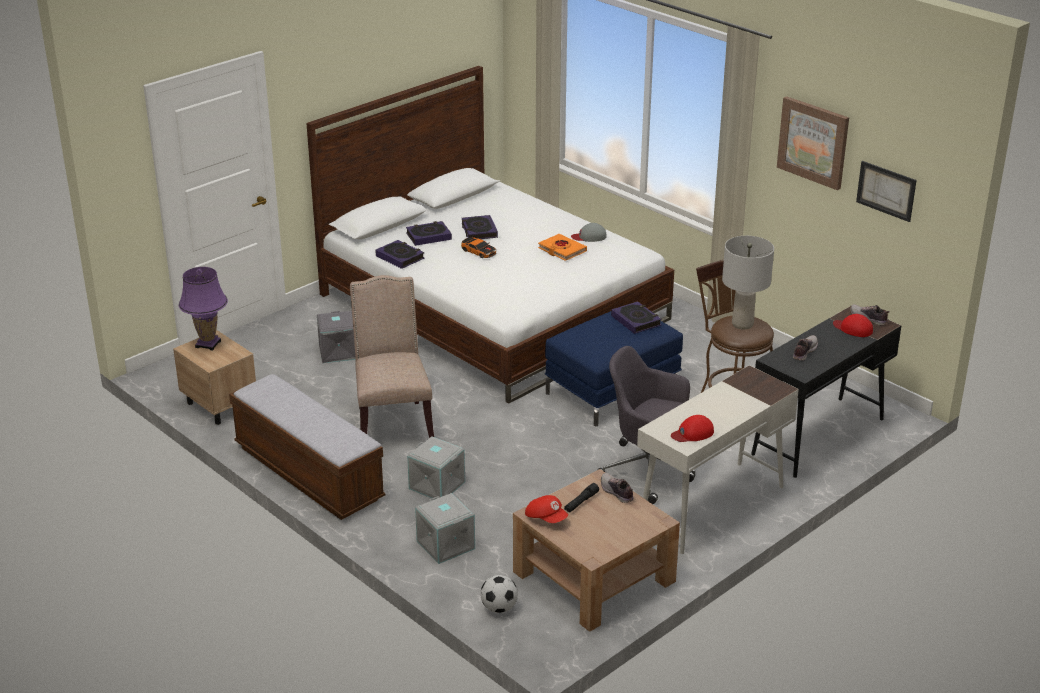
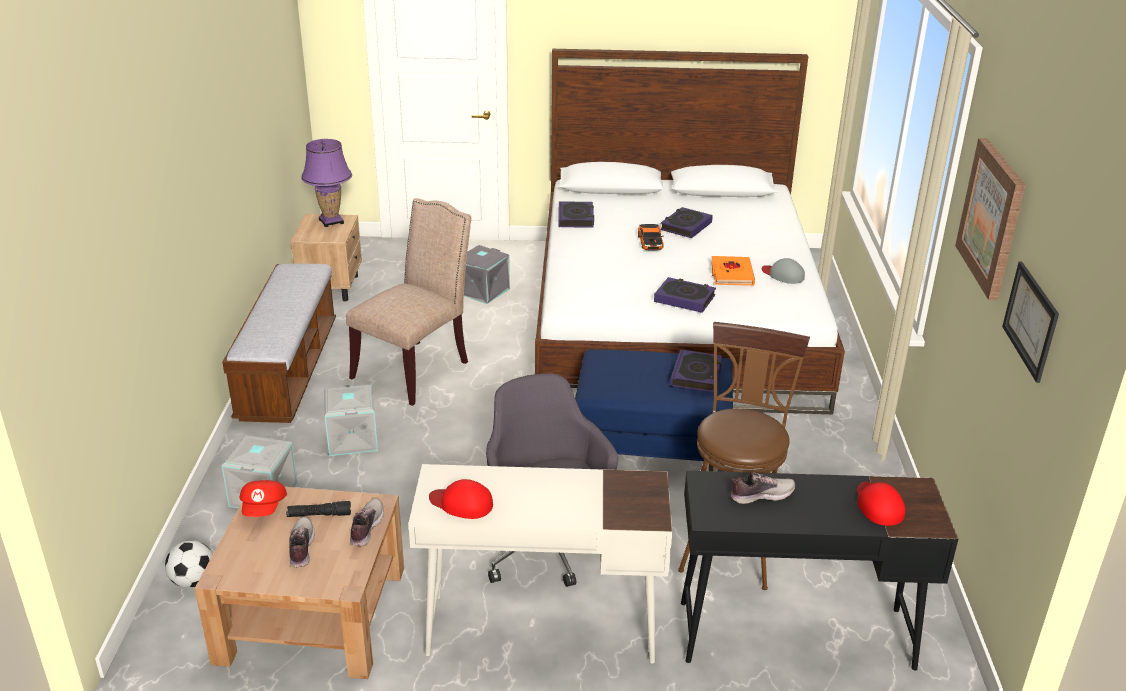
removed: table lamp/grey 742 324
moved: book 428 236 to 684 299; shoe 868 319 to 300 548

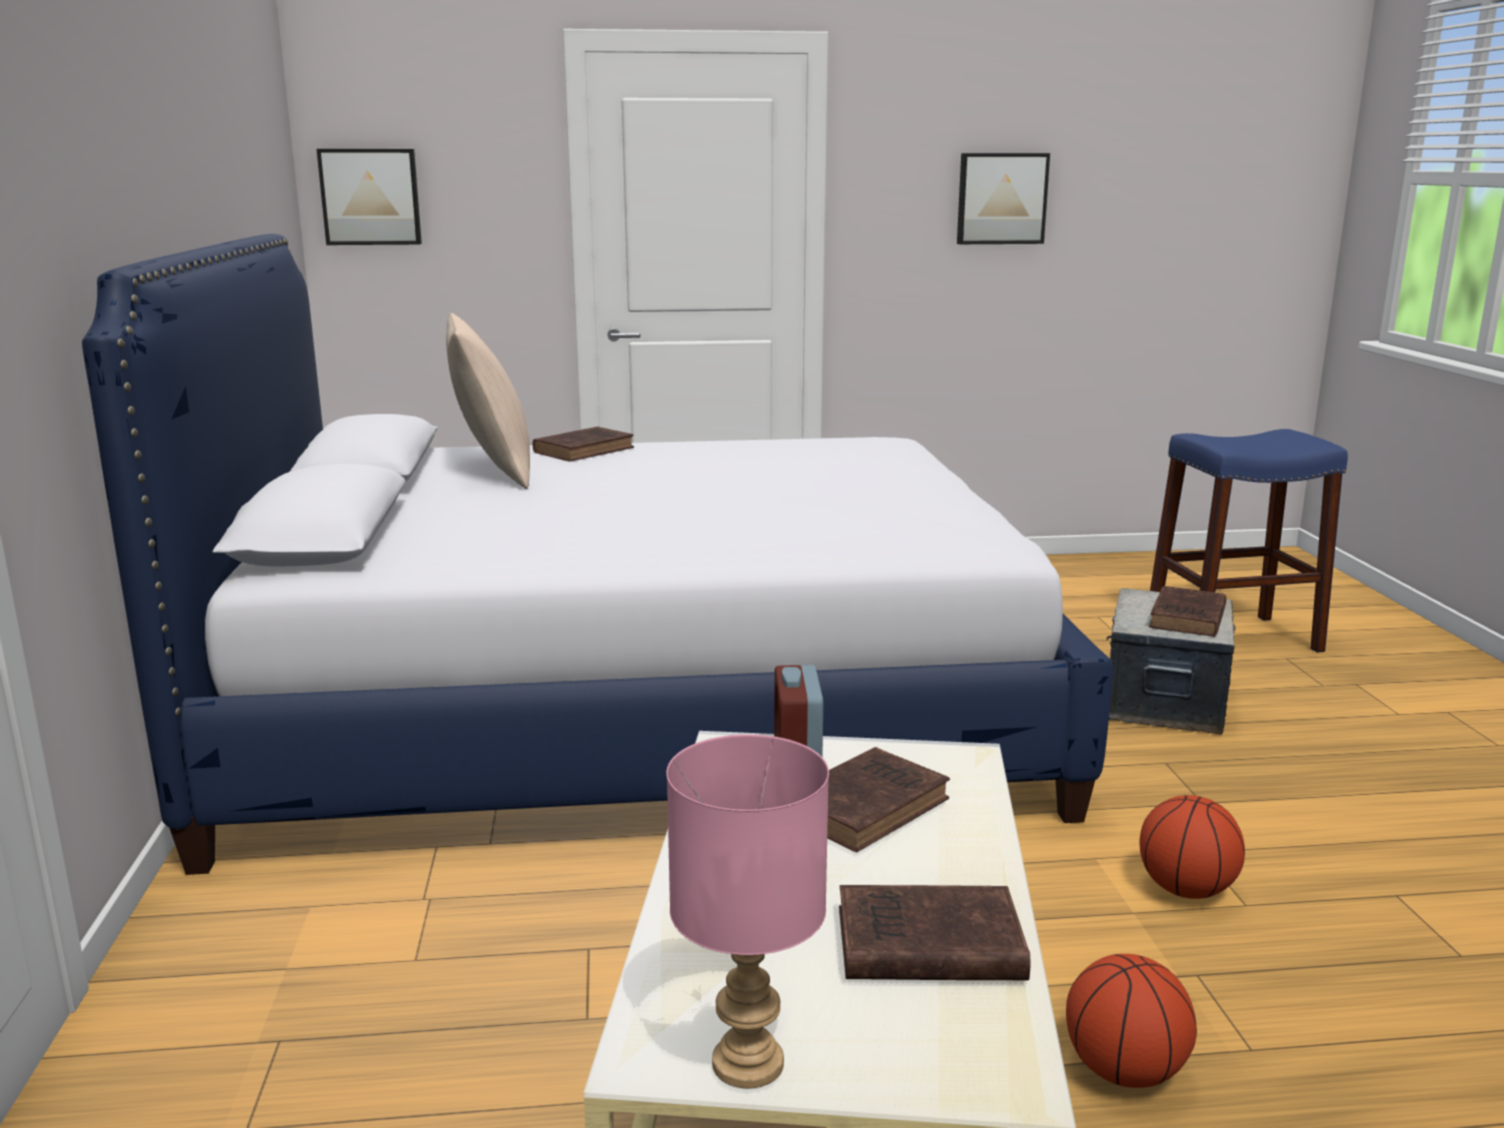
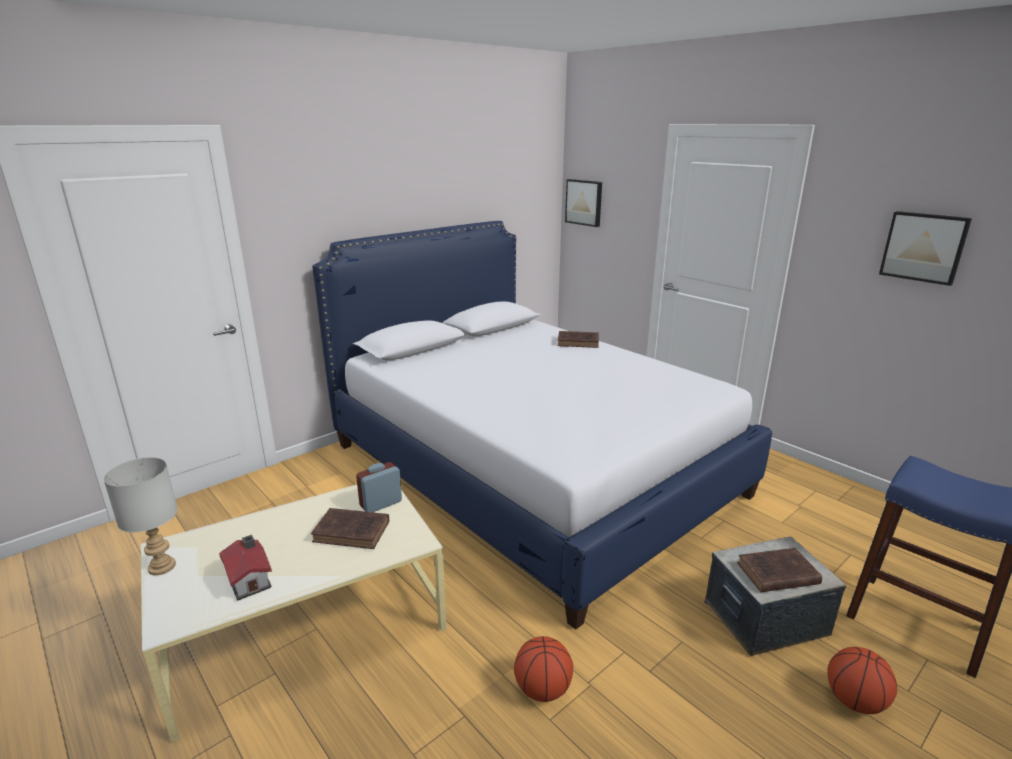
removed: pillow/beige 493 471
moved: basketball 1124 1071 to 854 701
replaced: book/brown 923 944 to toy house 250 579
recoloured: table lamp/pink 745 1062 to table lamp/grey 162 566

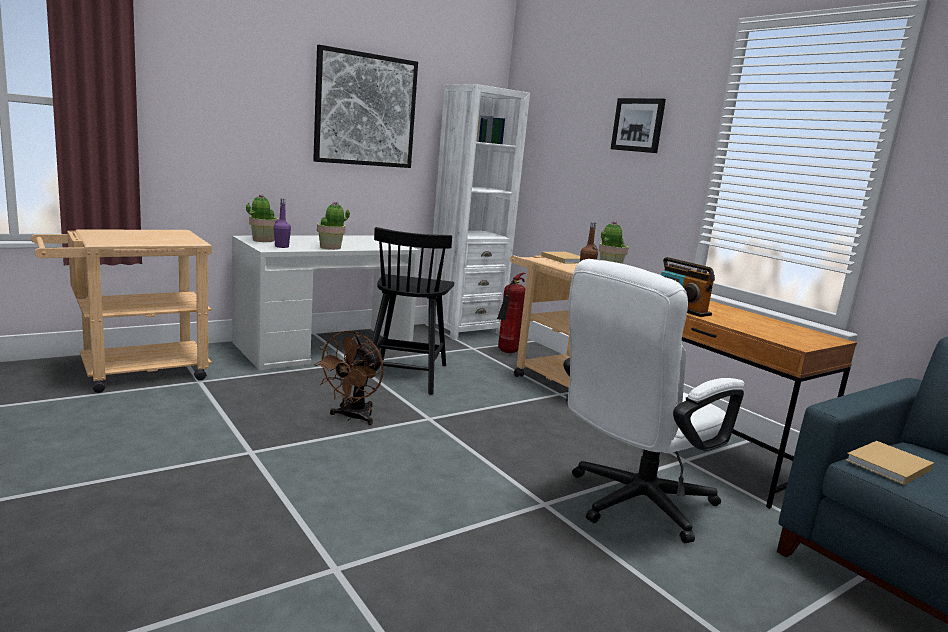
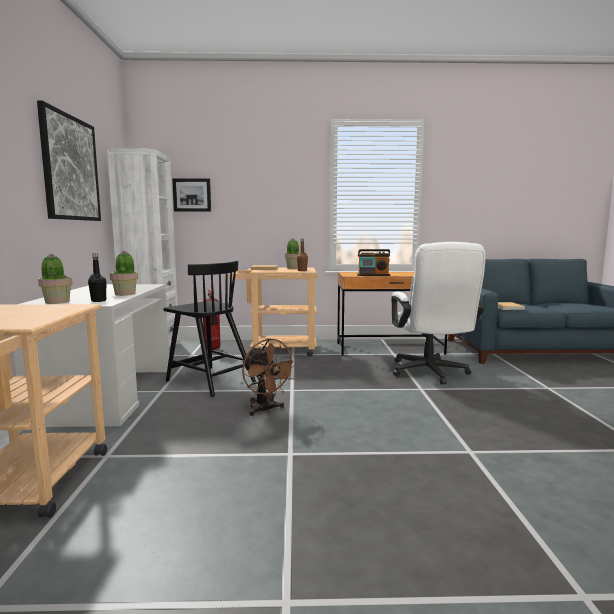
moved: picture 638 125 to 192 195
recoloured: bottle/purple 281 246 to bottle/black 98 301

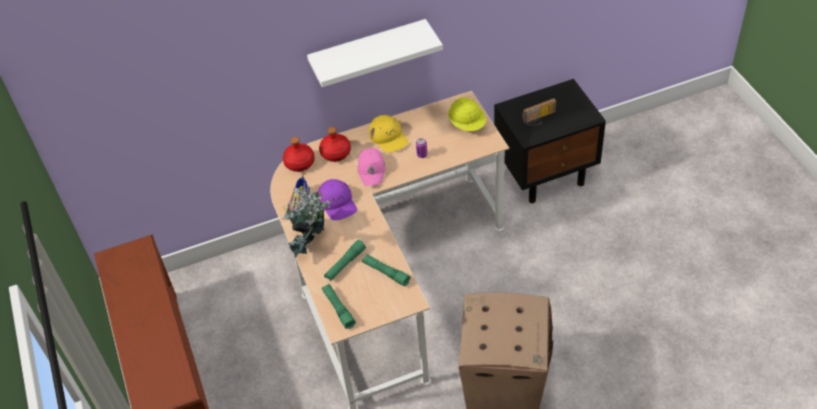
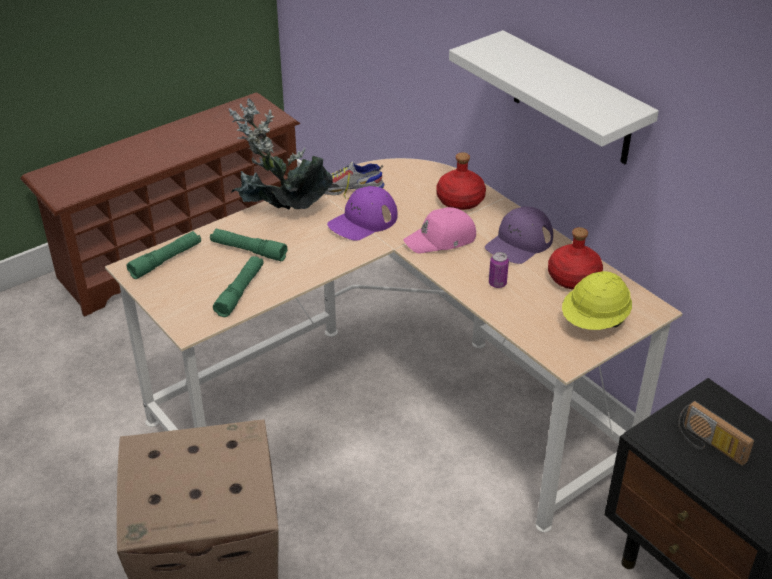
moved: bottle/red 300 163 to 573 278
recoloured: cap/yellow 388 137 to cap/purple 519 242

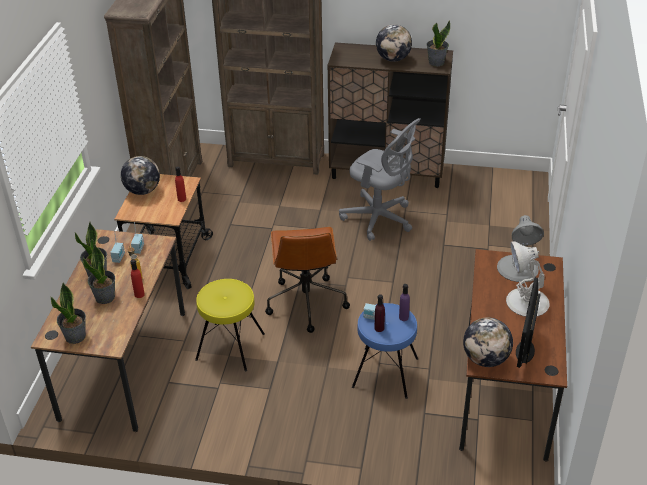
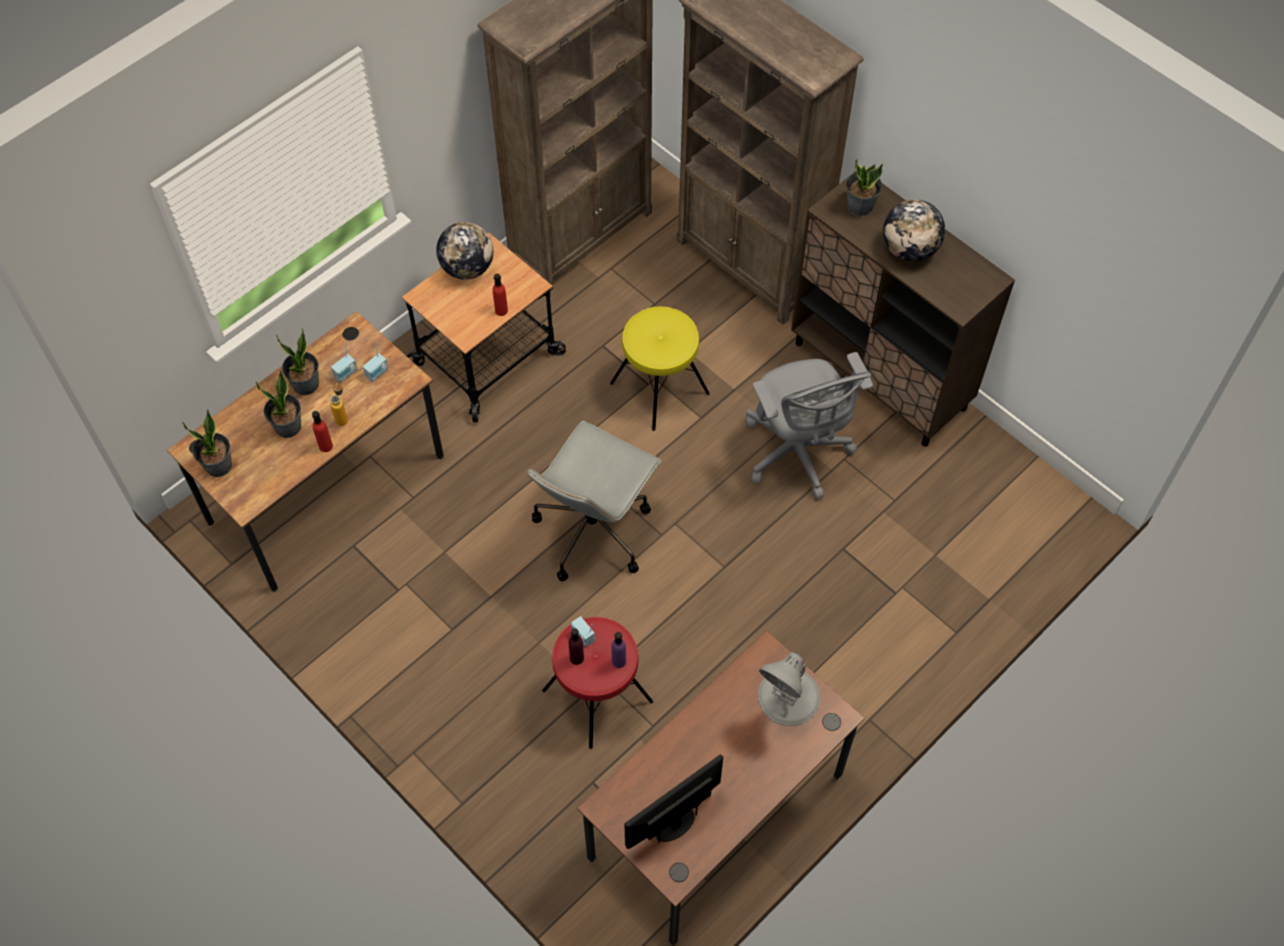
removed: globe 485 359; table lamp/white 526 302
moved: stool/yellow 230 347 to 659 389; potted plant 436 62 to 860 205
recoloured: office chair/brown 306 302 to office chair/grey 593 530; stool/blue 385 372 to stool/red 597 695

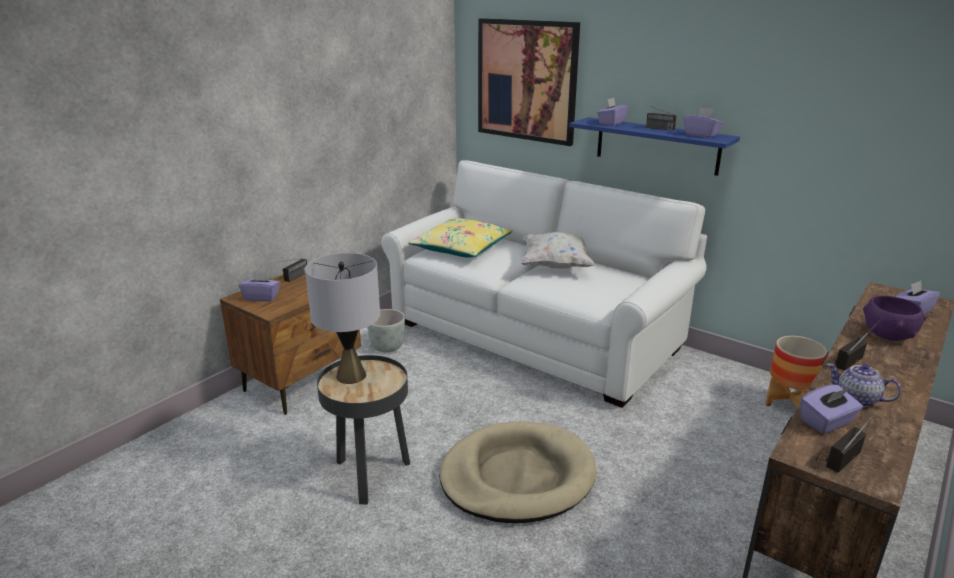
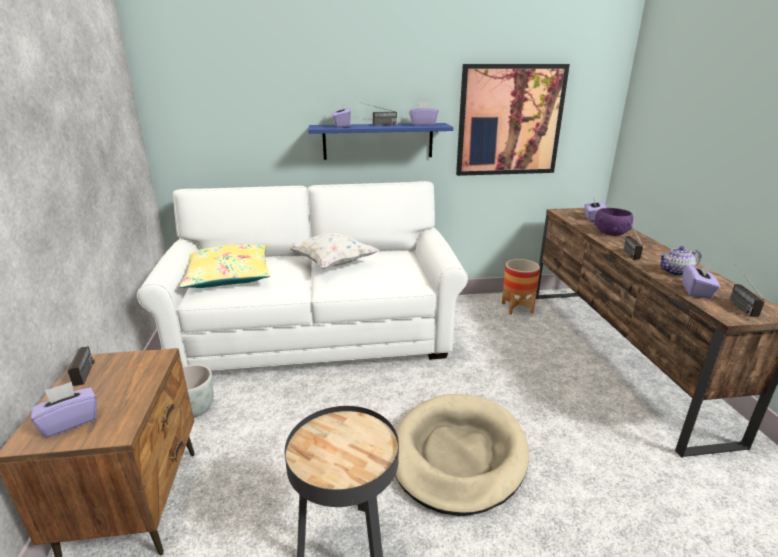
removed: table lamp/grey 351 376
moved: picture 526 81 to 509 121

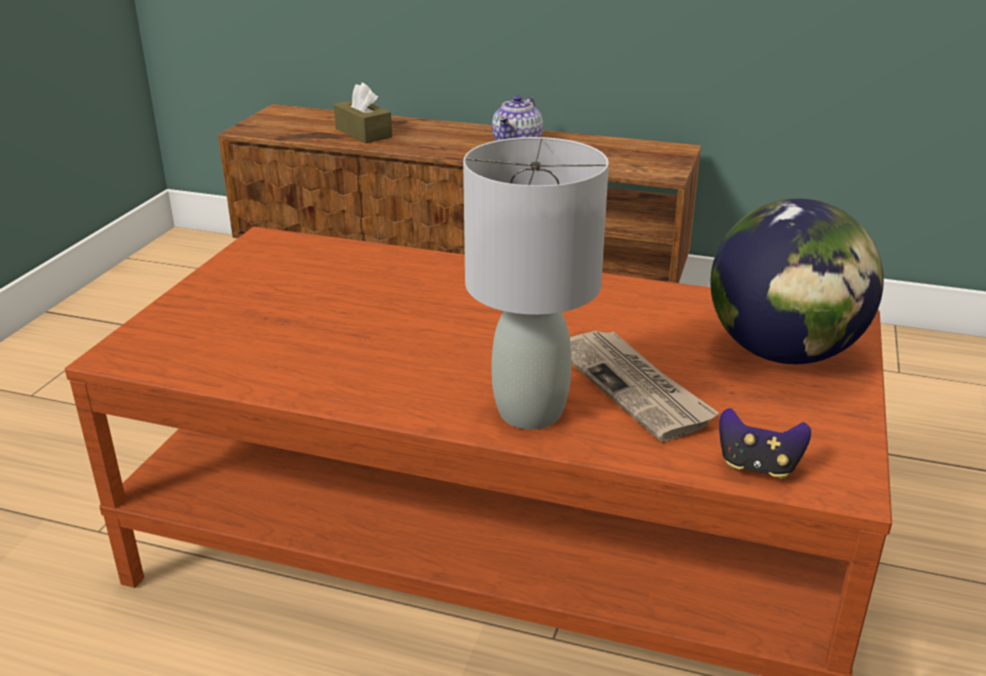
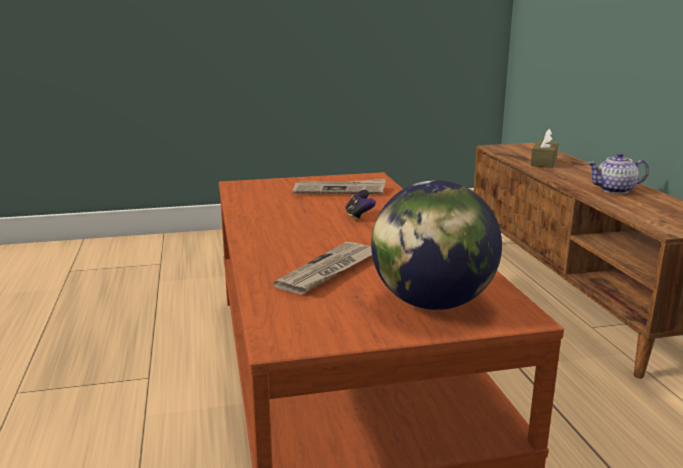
removed: table lamp/grey 529 412
added: newspaper 340 190
moved: game controller 757 466 to 359 216

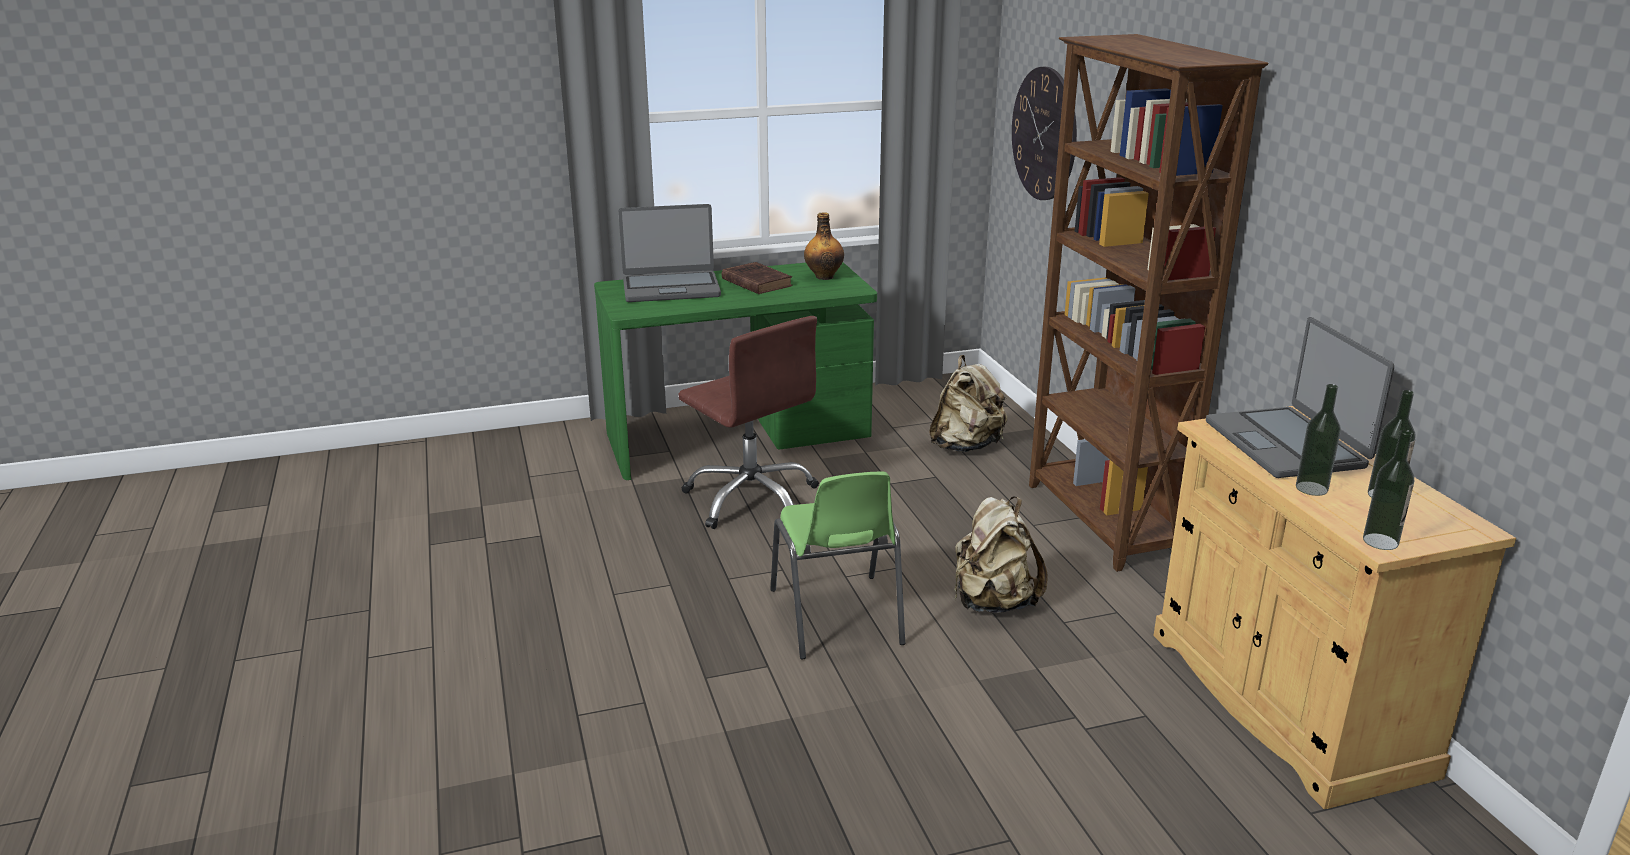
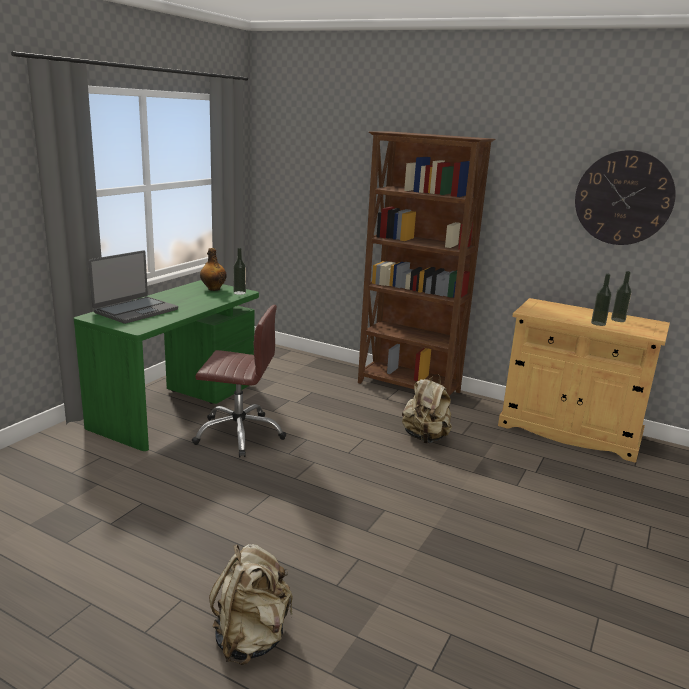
removed: book/brown 755 282; chair/green 836 618; laptop 1286 444
moved: backpack/beige 966 446 to 251 638; wall clock 1044 134 to 623 198; bottle 1380 541 to 239 293

